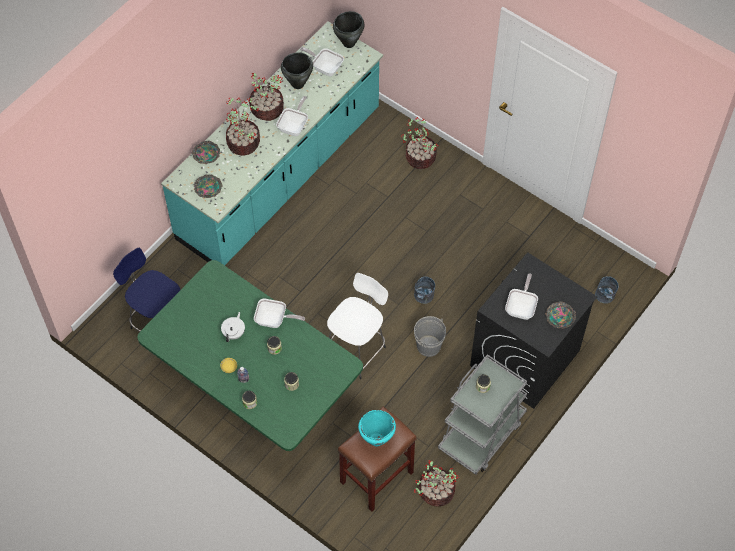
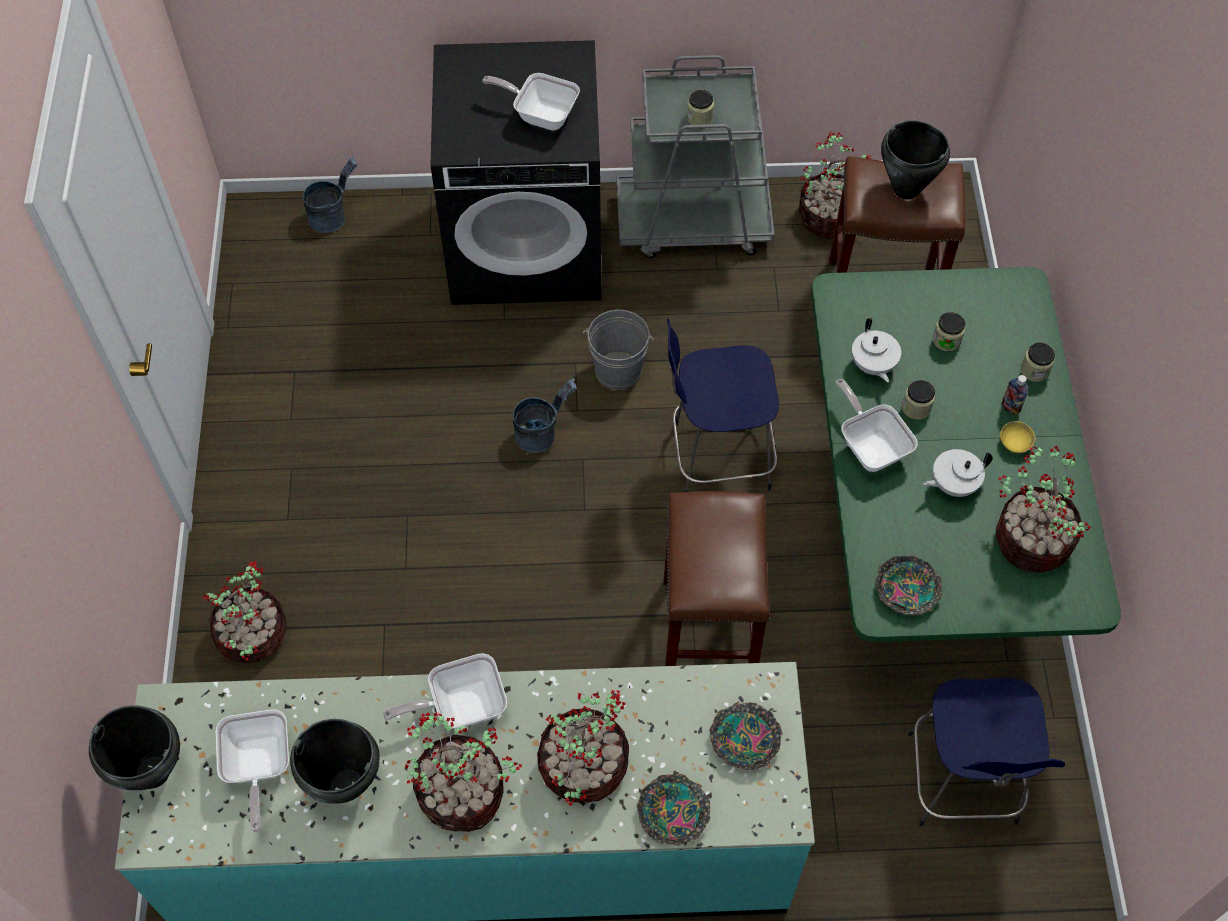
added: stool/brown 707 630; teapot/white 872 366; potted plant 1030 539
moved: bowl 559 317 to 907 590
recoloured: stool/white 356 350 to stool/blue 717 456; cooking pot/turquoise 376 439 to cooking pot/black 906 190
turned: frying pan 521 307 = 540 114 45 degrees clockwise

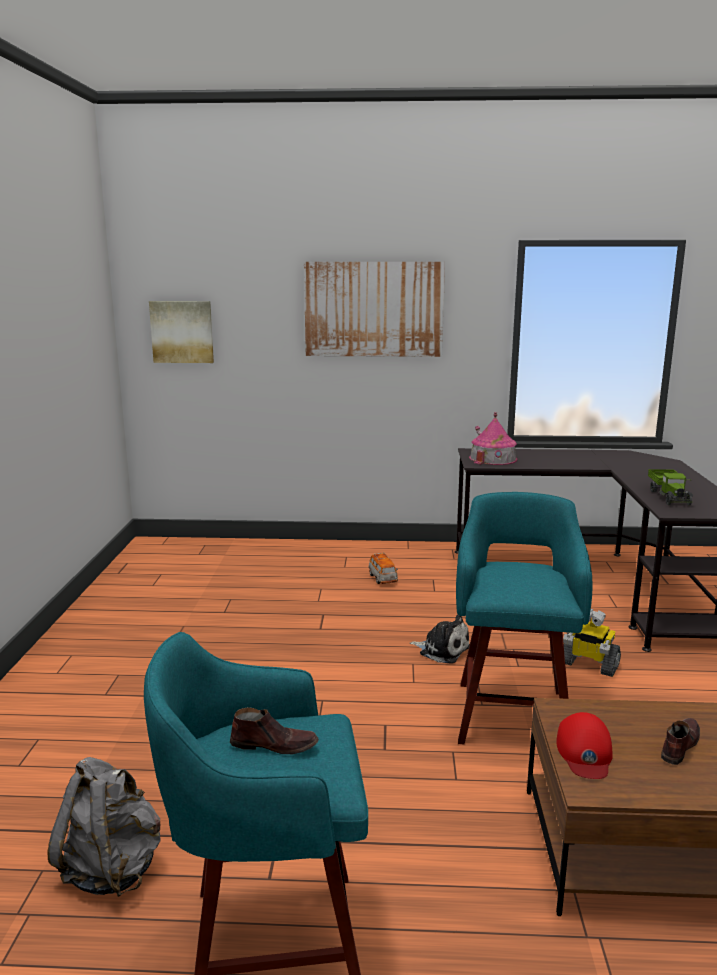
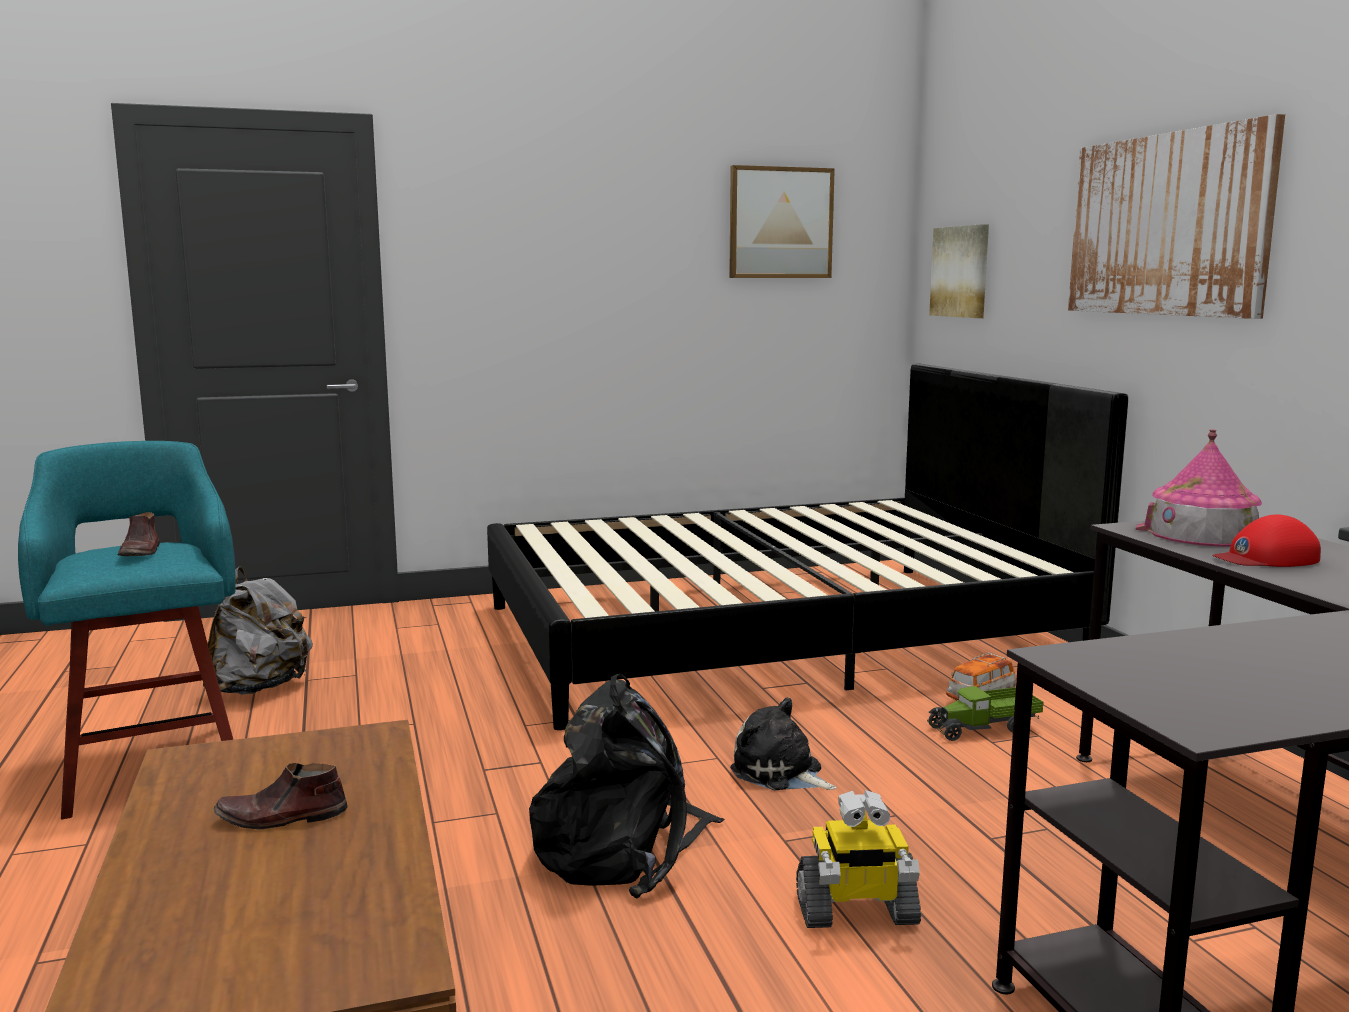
added: bed/black 773 634; picture 780 223
moved: cap/red 584 752 to 1265 558; toy truck 669 496 to 984 729
replaced: stool/turquoise 513 713 to backpack/black 623 848
turned: plush toy 442 650 = 780 773 120 degrees clockwise; toy robot 588 664 = 856 912 105 degrees counterclockwise; shoe/brown 679 746 = 282 817 150 degrees clockwise

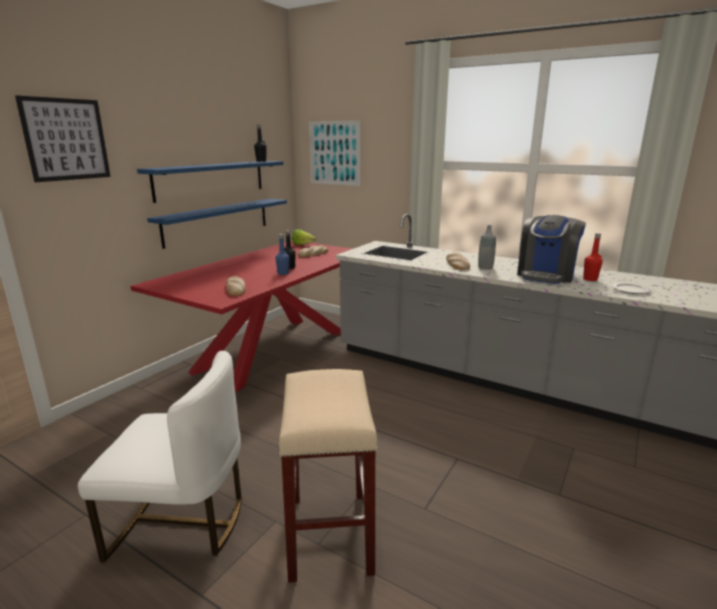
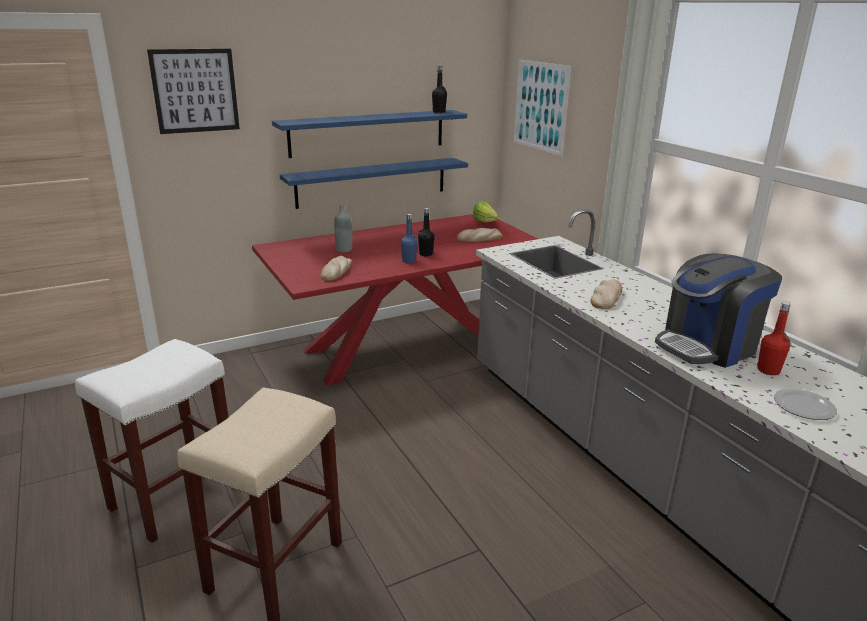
moved: bottle/grey 485 267 to 344 250
replaced: chair/white 180 523 to stool/white 173 499

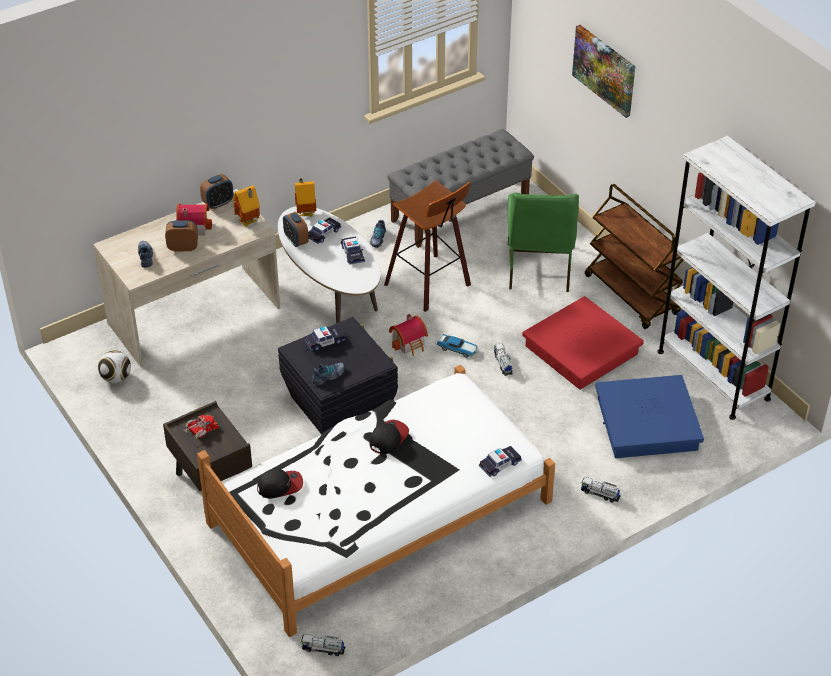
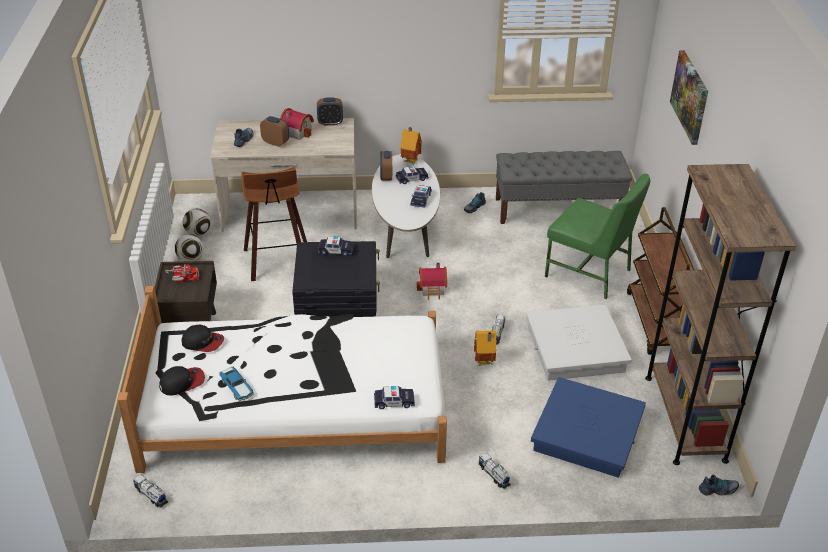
added: football 191 259
moved: toy house 248 223 to 484 363; shoe 329 376 to 718 490; cap 388 438 to 182 382; stool 431 284 to 278 263; toy car 458 349 to 237 388
recoloured: storage box/red 582 350 to storage box/white 575 349; bookcase/white 713 375 to bookcase/brown 685 418
turned: chair/green 538 268 = 589 273 90 degrees counterclockwise

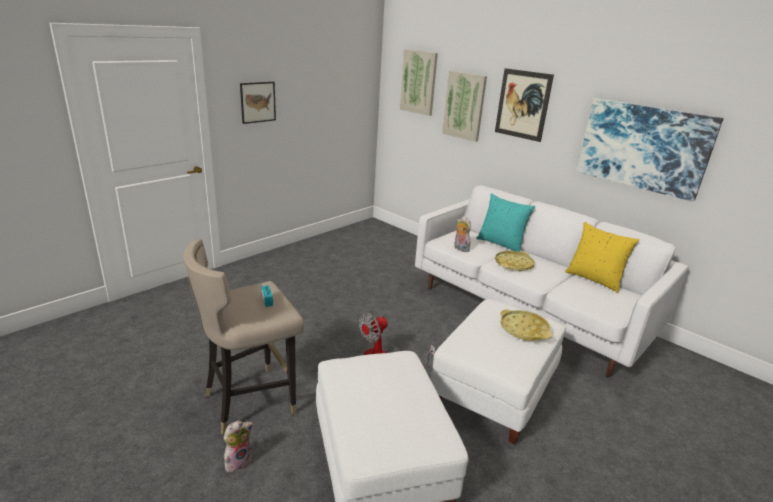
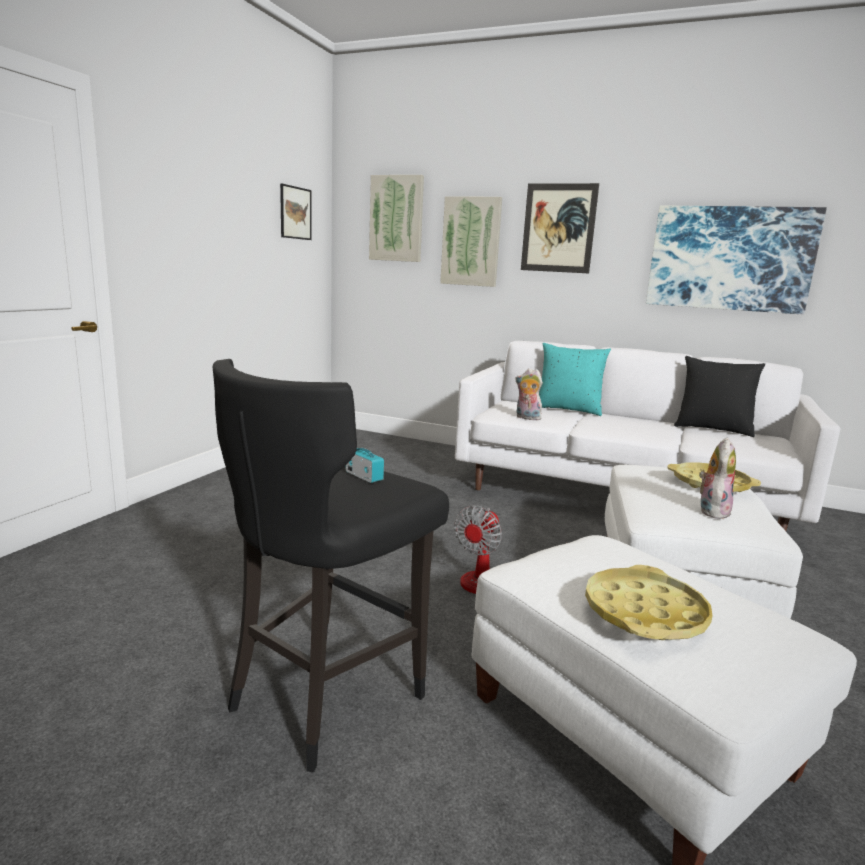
moved: plush toy 238 461 to 711 511; picture 258 102 to 295 213; tray/yellow 514 264 to 645 613
recoloured: stool/beige 251 400 to stool/black 326 696; pillow/yellow 594 279 to pillow/black 712 429

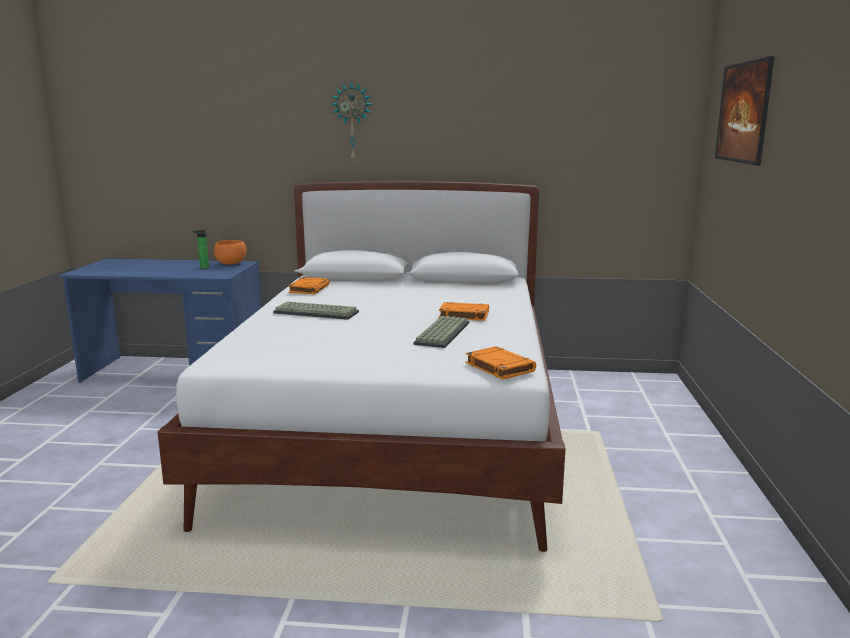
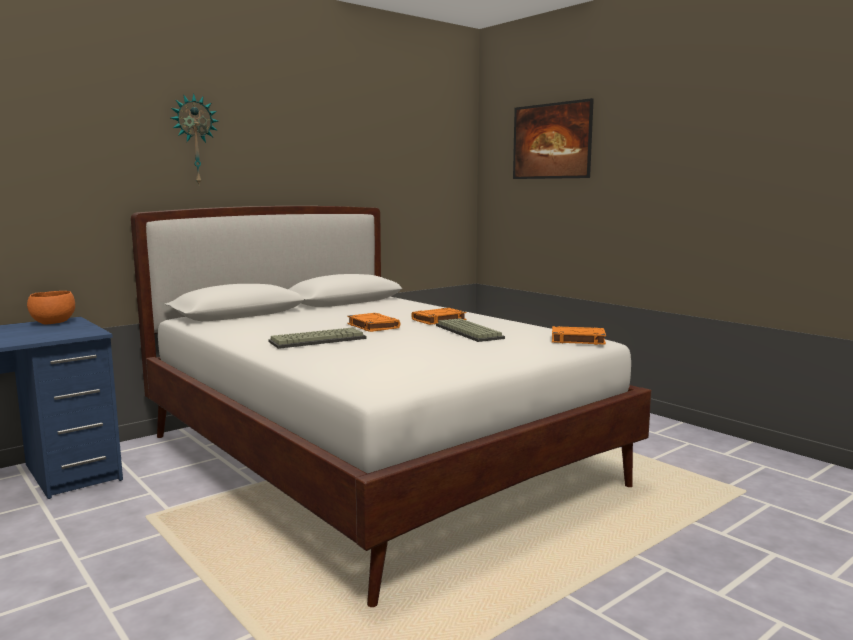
removed: bottle 203 267
moved: book/orange 309 289 to 372 326

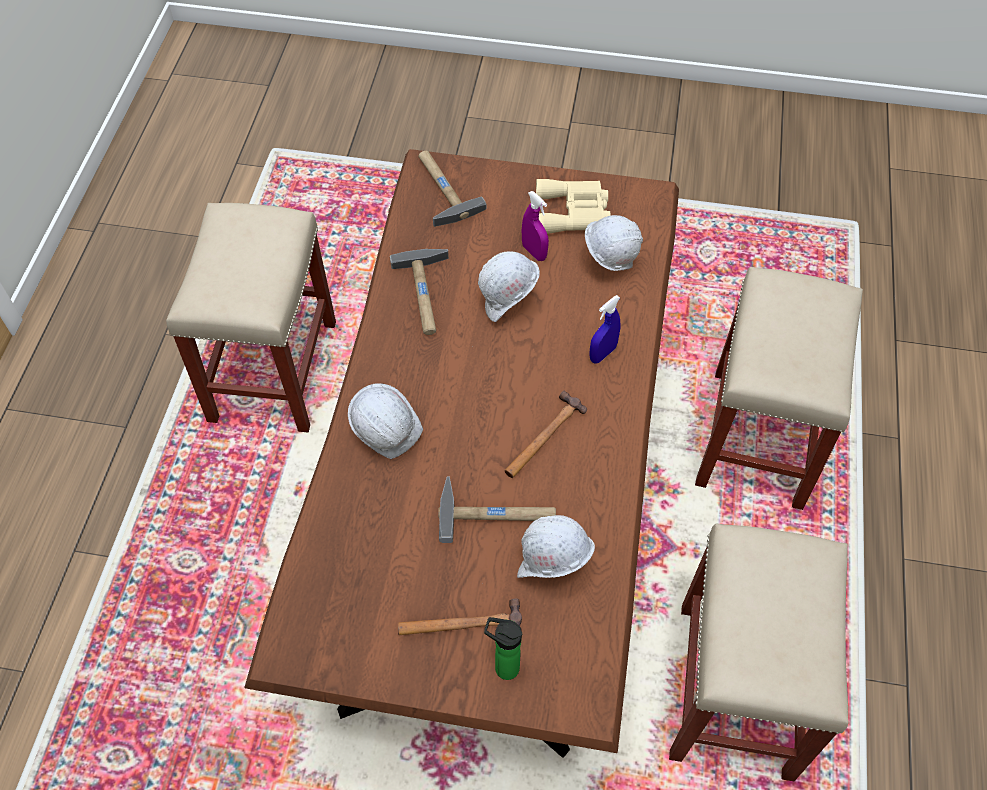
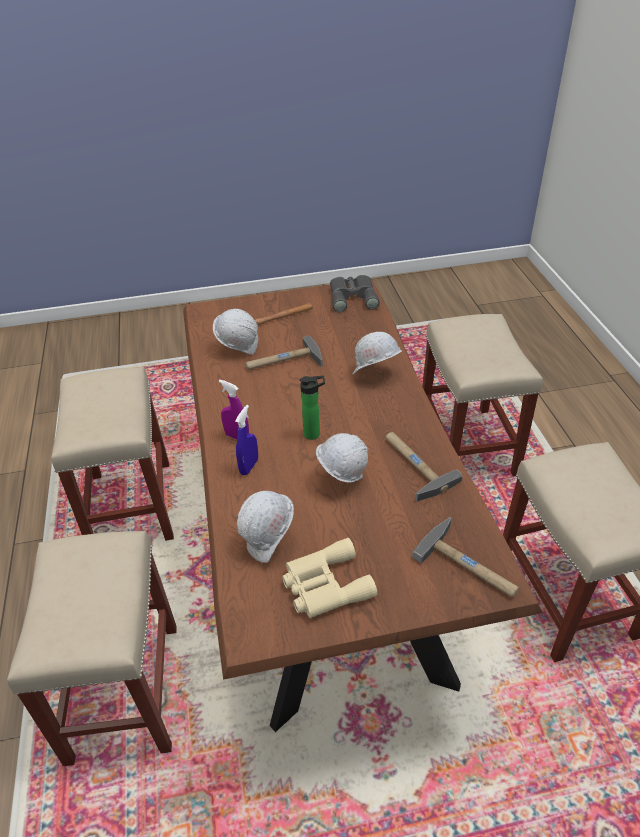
removed: hammer 542 438
added: binoculars/grey 353 296; stool/beige 468 447
moved: bottle 503 667 to 314 434; spray bottle/purple 534 252 to 237 437

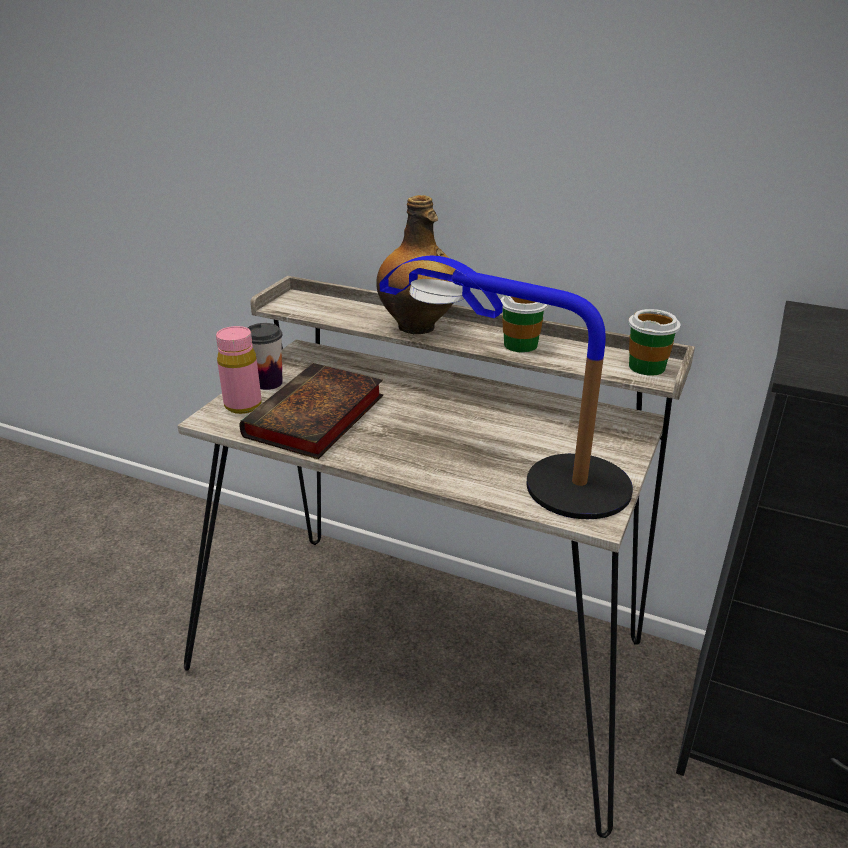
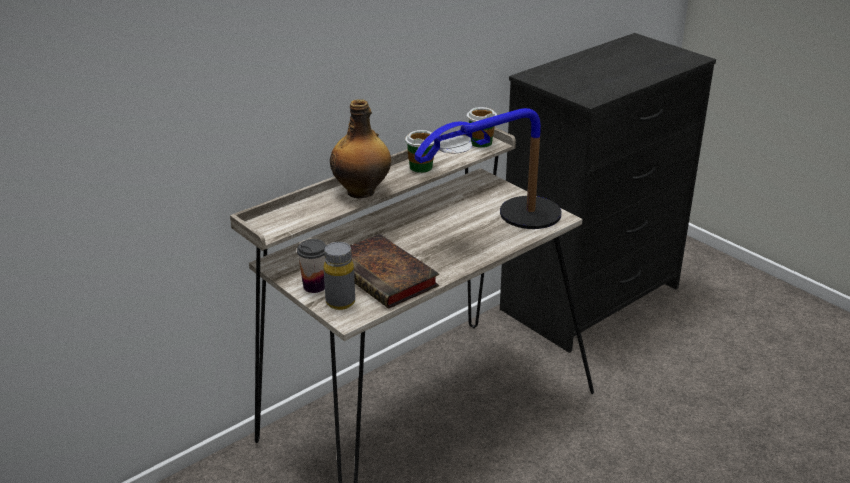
recoloured: bottle/pink 243 405 to bottle/grey 340 302

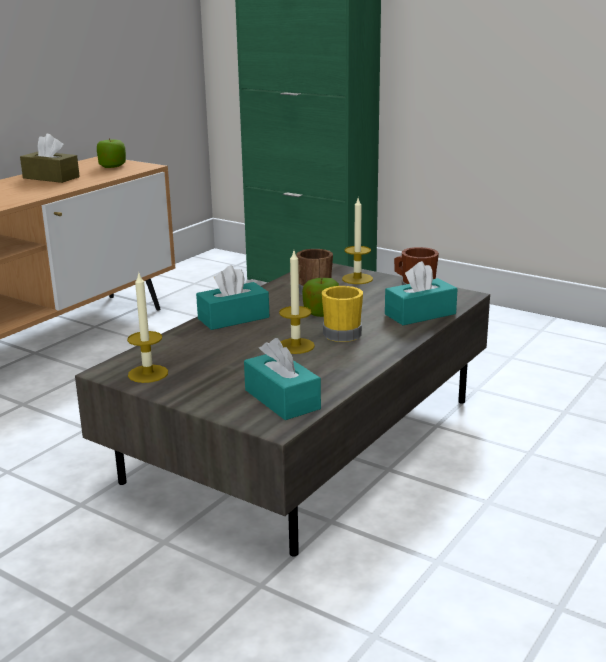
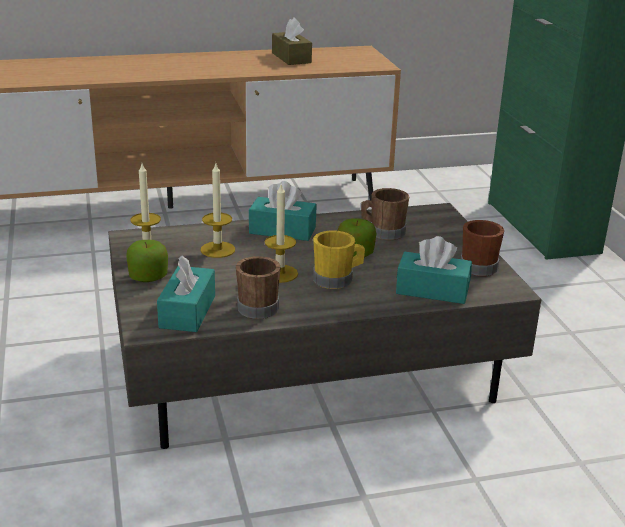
added: mug/brown 260 306
moved: apple 112 166 to 148 277; candle 357 279 to 217 249

